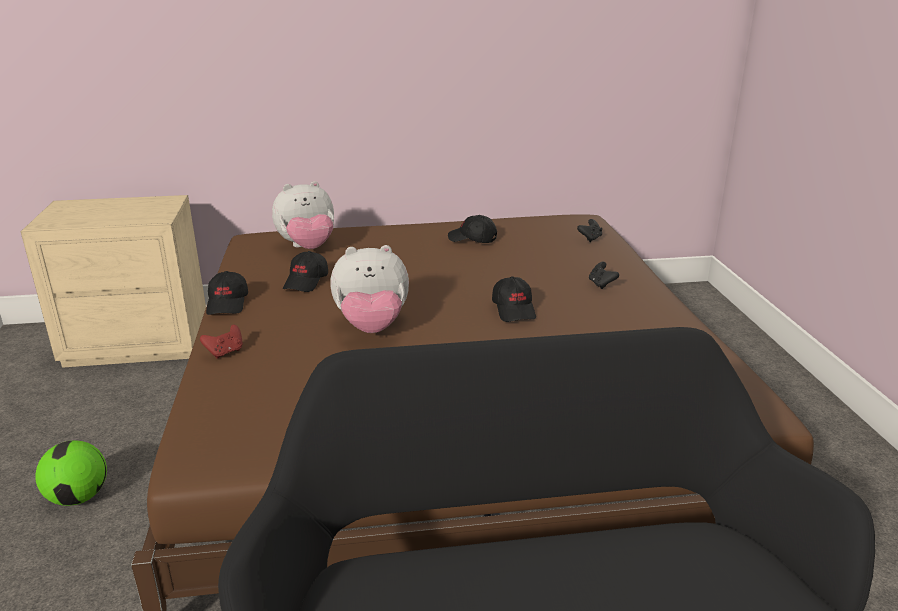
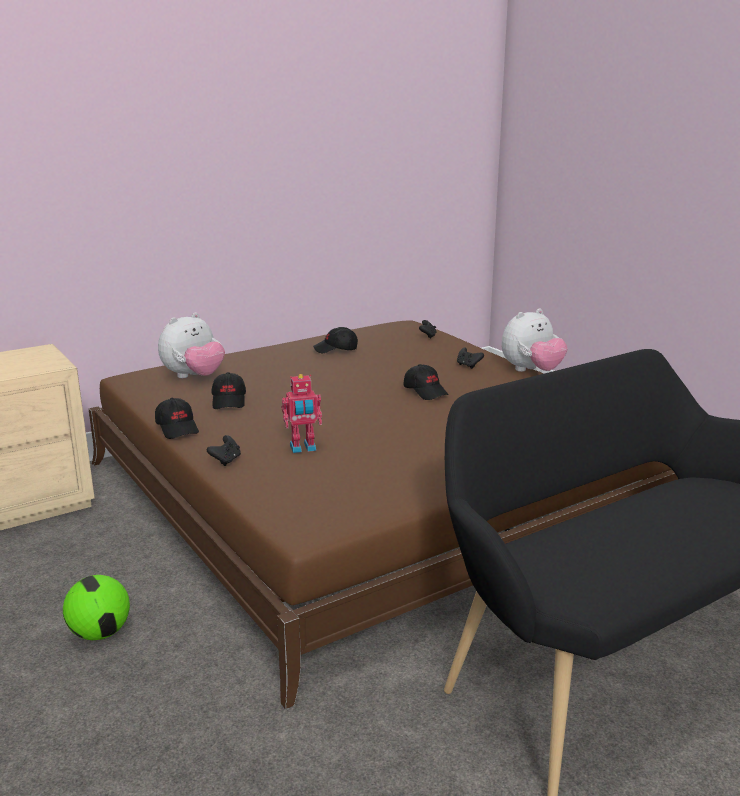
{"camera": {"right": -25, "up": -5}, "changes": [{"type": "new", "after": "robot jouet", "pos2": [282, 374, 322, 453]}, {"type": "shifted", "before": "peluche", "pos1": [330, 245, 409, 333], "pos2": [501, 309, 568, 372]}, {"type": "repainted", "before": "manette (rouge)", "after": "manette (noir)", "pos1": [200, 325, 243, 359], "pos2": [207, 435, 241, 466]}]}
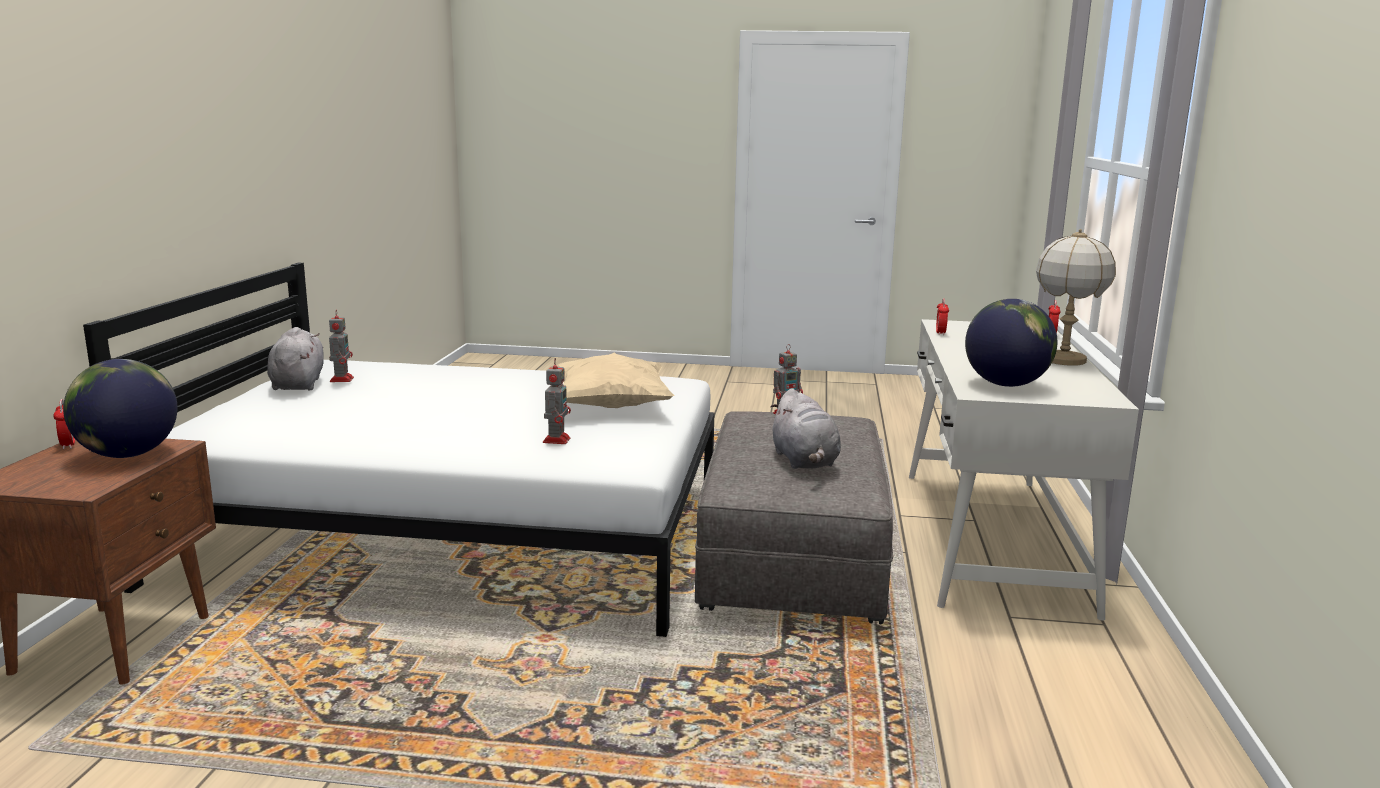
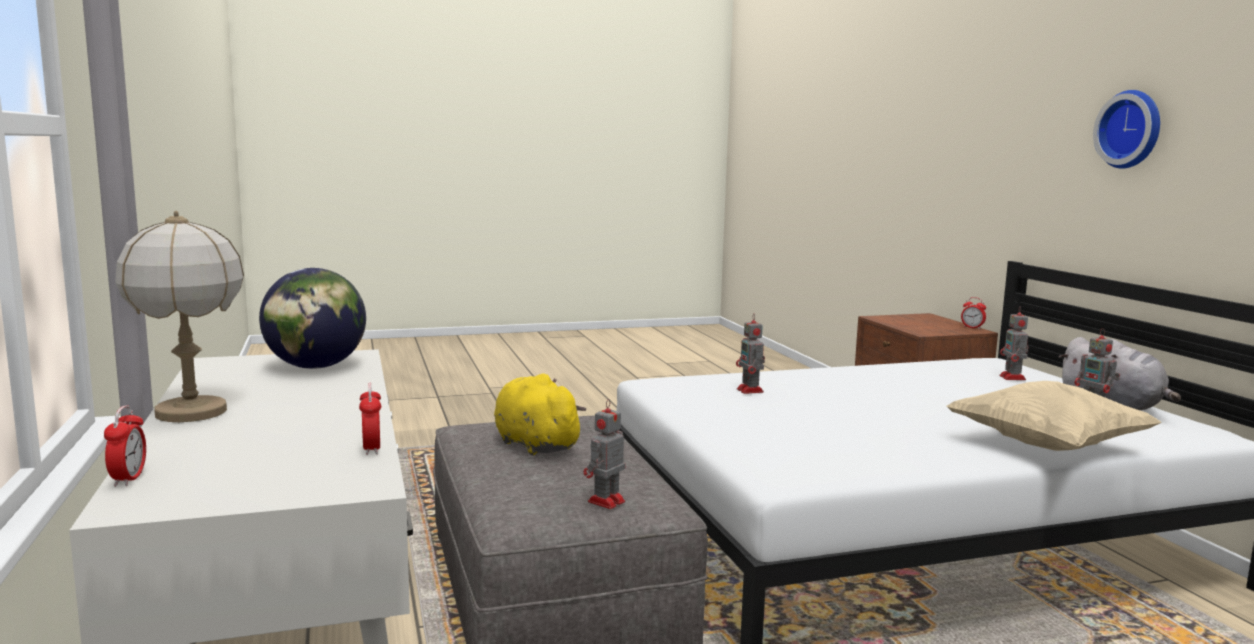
{"camera": {"right": 155, "up": -5}, "changes": [{"type": "gone", "before": "globe", "pos1": [63, 359, 177, 458]}, {"type": "new", "after": "robot jouet", "pos2": [999, 306, 1029, 380]}, {"type": "new", "after": "horloge murale", "pos2": [1093, 90, 1160, 169]}, {"type": "shifted", "before": "coussin (beige)", "pos1": [557, 352, 675, 408], "pos2": [946, 381, 1162, 451]}, {"type": "repainted", "before": "peluche (gris)", "after": "peluche (jaune)", "pos1": [770, 388, 841, 469], "pos2": [494, 373, 586, 456]}]}
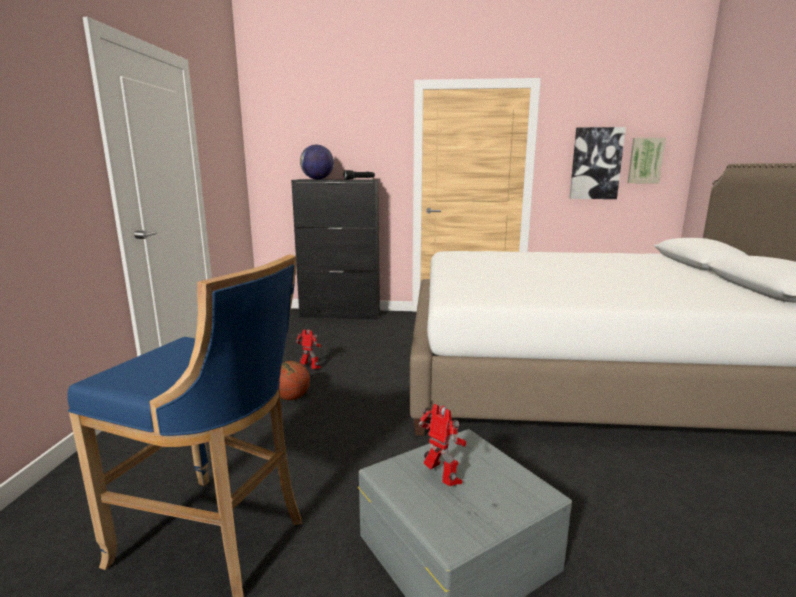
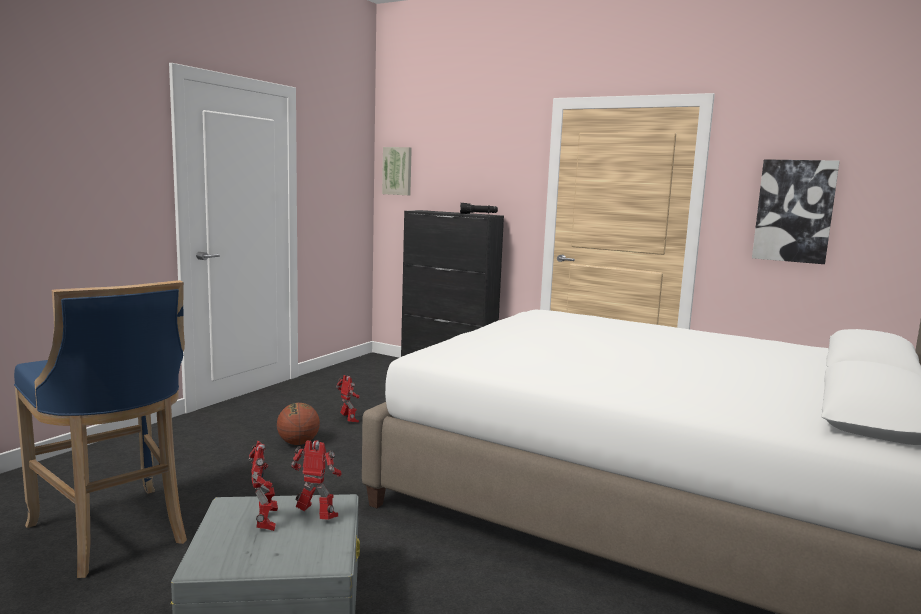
{"camera": {"right": 25, "up": -5}, "changes": [{"type": "gone", "before": "globe", "pos1": [300, 145, 334, 179]}, {"type": "new", "after": "robot jouet", "pos2": [291, 440, 342, 520]}, {"type": "shifted", "before": "tableau", "pos1": [627, 138, 666, 183], "pos2": [382, 147, 412, 195]}]}
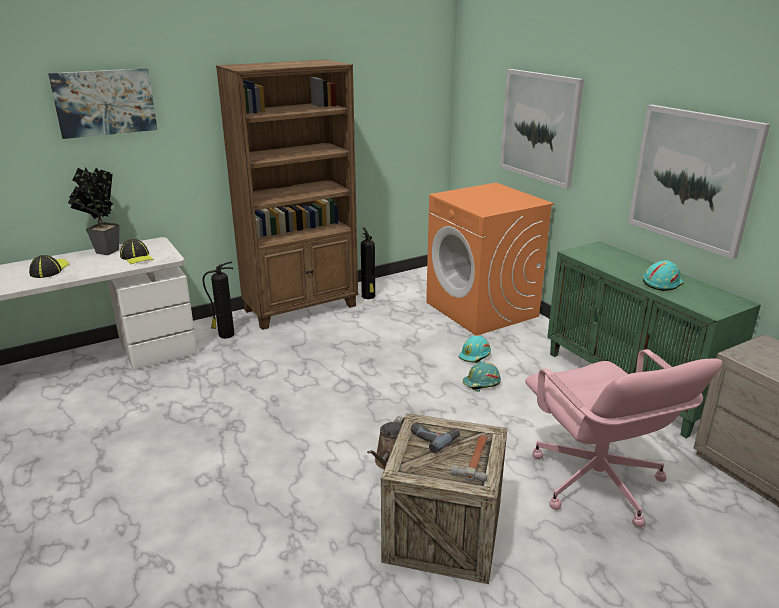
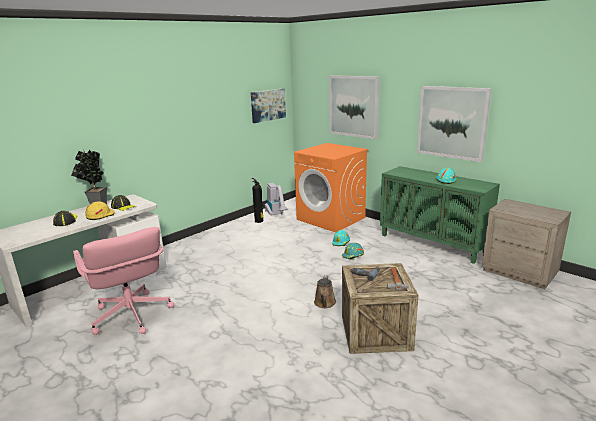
{"camera": {"right": -15, "up": -5}, "changes": [{"type": "gone", "before": "extincteur", "pos1": [203, 262, 234, 339]}, {"type": "gone", "before": "bibliothèque (marron)", "pos1": [216, 60, 358, 330]}, {"type": "new", "after": "casque de chantier (jaune)", "pos2": [85, 201, 114, 220]}, {"type": "new", "after": "aspirateur", "pos2": [265, 183, 288, 216]}, {"type": "shifted", "before": "tableau", "pos1": [48, 68, 158, 139], "pos2": [251, 88, 286, 123]}, {"type": "shifted", "before": "chaise de bureau (rose)", "pos1": [525, 349, 722, 527], "pos2": [73, 227, 174, 335]}]}
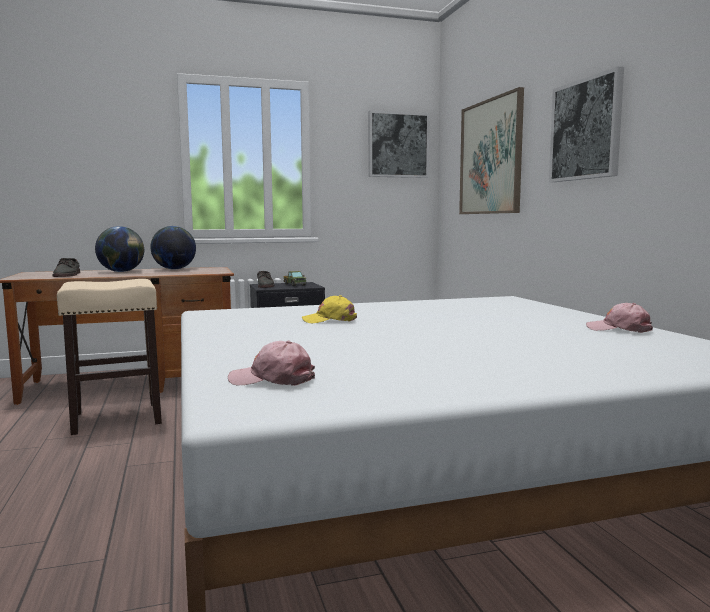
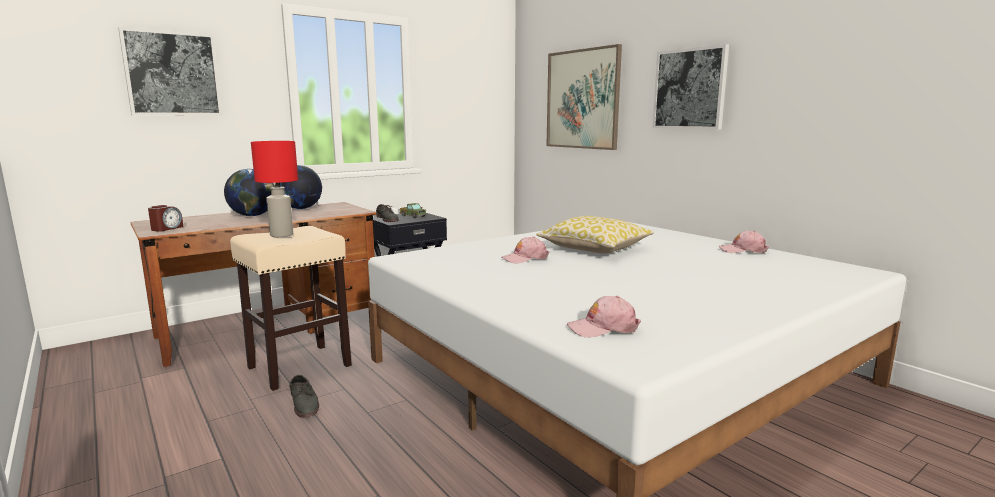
{"camera": {"right": -20, "up": 5}, "changes": [{"type": "new", "after": "réveil", "pos2": [148, 205, 183, 232]}, {"type": "new", "after": "lampe de table (rouge)", "pos2": [251, 141, 298, 237]}, {"type": "new", "after": "coussin", "pos2": [536, 216, 654, 254]}, {"type": "shifted", "before": "chaussure (gris)", "pos1": [53, 258, 80, 277], "pos2": [289, 375, 319, 418]}, {"type": "shifted", "before": "tableau", "pos1": [368, 110, 430, 178], "pos2": [118, 27, 222, 115]}, {"type": "repainted", "before": "casquette (jaune)", "after": "casquette (rose)", "pos1": [302, 295, 357, 323], "pos2": [502, 236, 549, 264]}]}
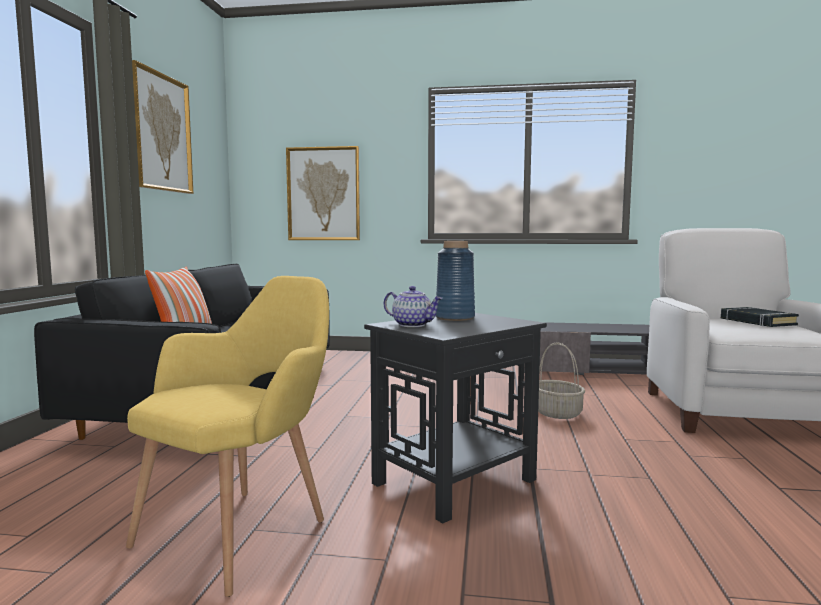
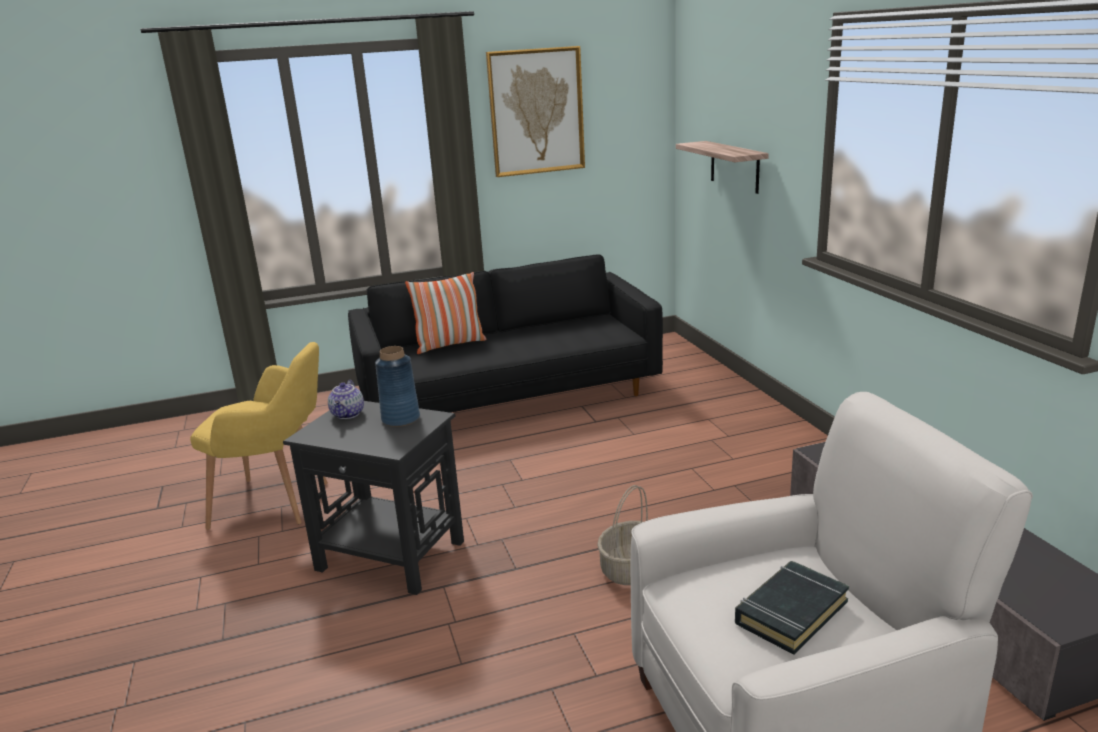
{"camera": {"right": 65, "up": 15}, "changes": [{"type": "swapped", "before": "tableau", "after": "étagère", "pos1": [286, 146, 360, 240], "pos2": [676, 141, 769, 194]}]}
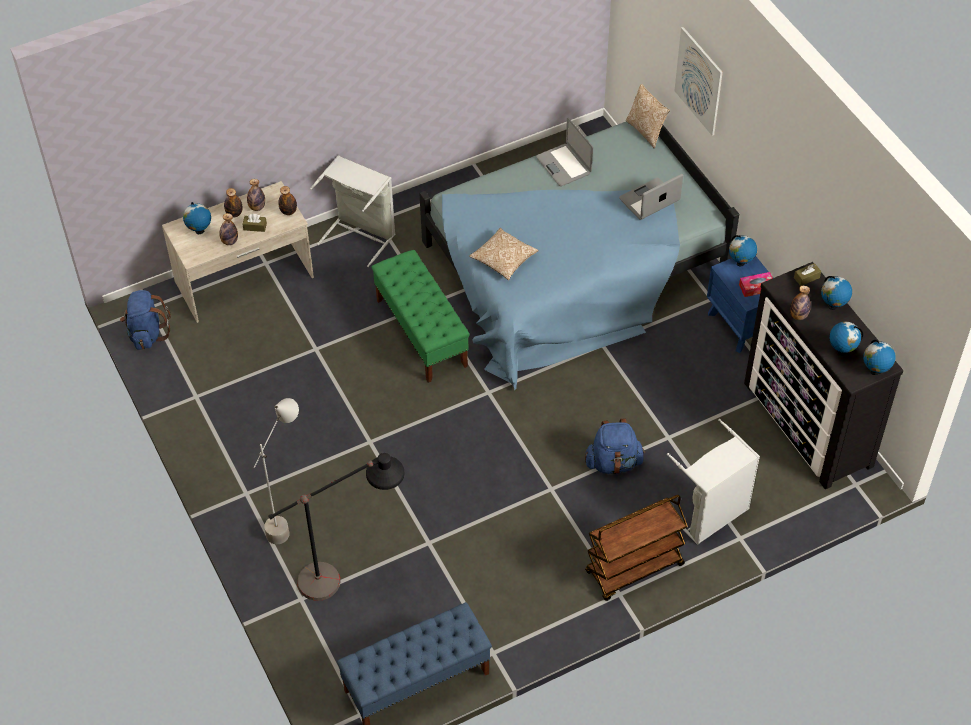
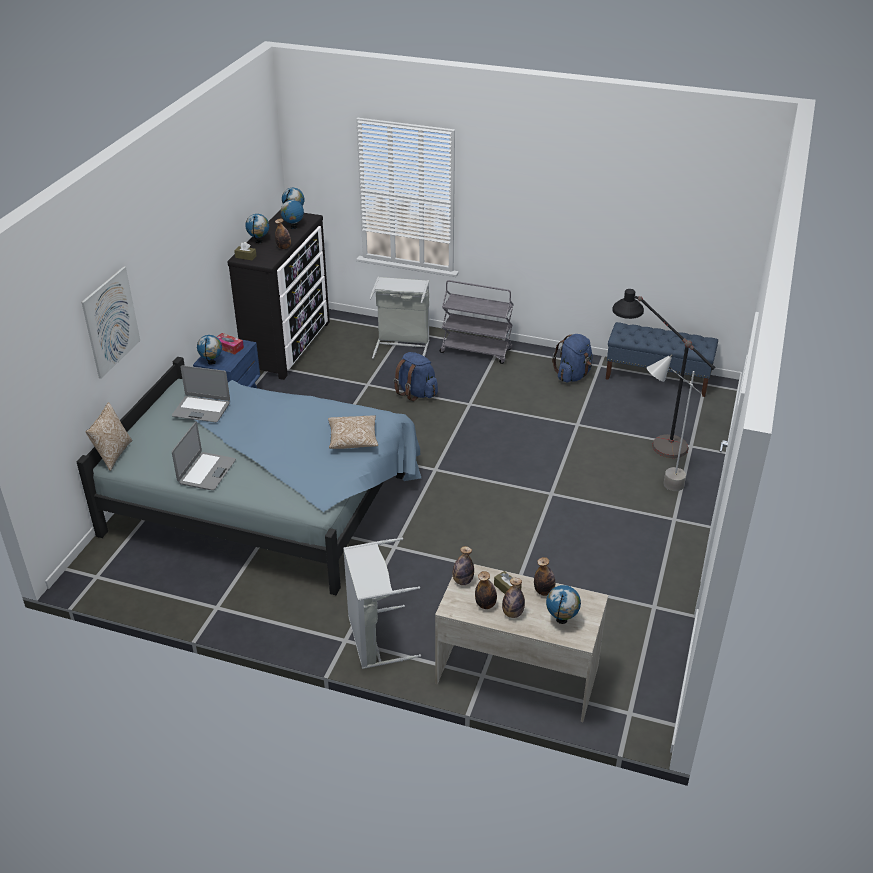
{"camera": {"right": -135, "up": -15}, "changes": [{"type": "gone", "before": "banc (vert)", "pos1": [371, 250, 470, 383]}, {"type": "shifted", "before": "sac à dos (bleu)", "pos1": [120, 290, 171, 350], "pos2": [552, 334, 593, 383]}, {"type": "repainted", "before": "chariot (marron)", "after": "chariot (gris)", "pos1": [585, 495, 688, 601], "pos2": [440, 280, 514, 364]}]}
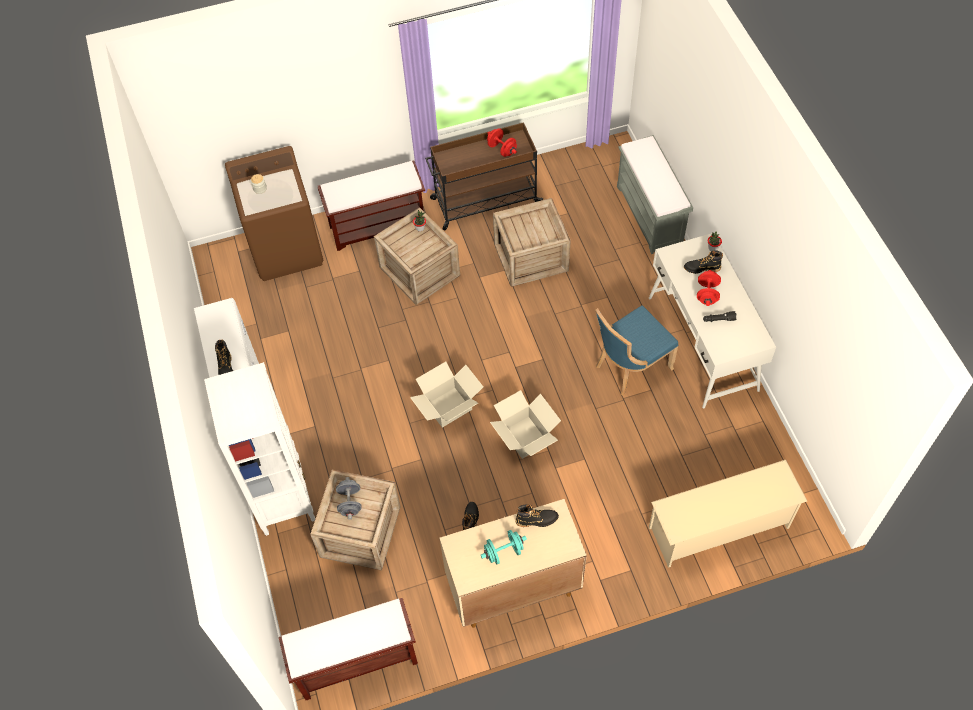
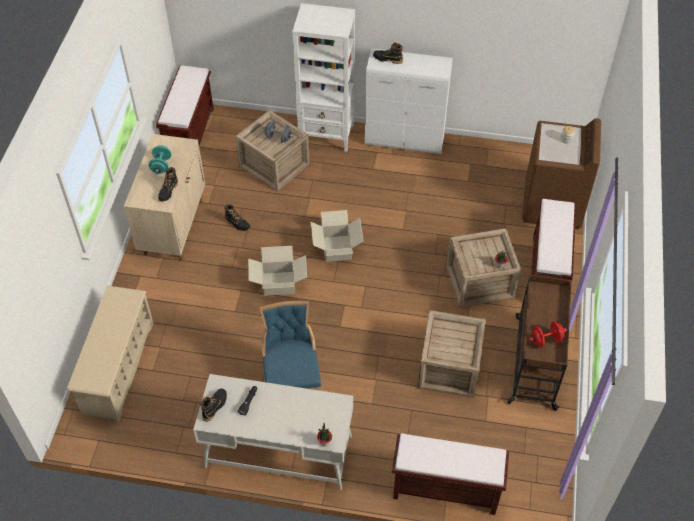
{"camera": {"right": 115, "up": -5}, "changes": [{"type": "gone", "before": "haltère (rouge)", "pos1": [697, 270, 721, 306]}, {"type": "shifted", "before": "botte (noir)", "pos1": [684, 250, 723, 274], "pos2": [200, 388, 227, 422]}, {"type": "repainted", "before": "banc (gris)", "after": "banc (marron)", "pos1": [617, 135, 693, 254], "pos2": [391, 433, 509, 515]}]}
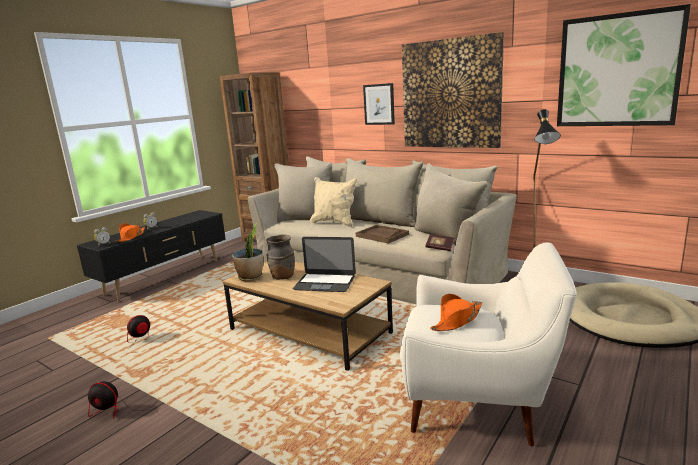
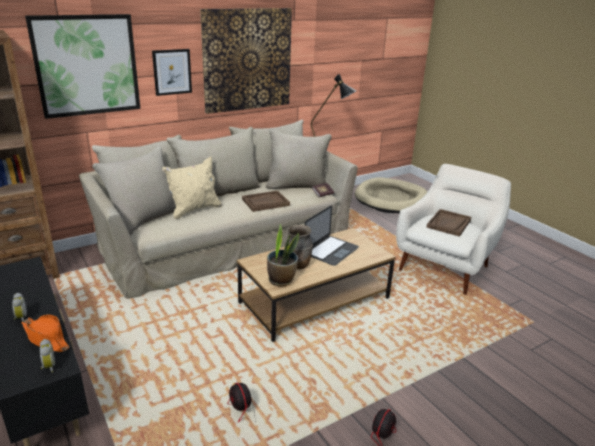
{"camera": {"right": -70, "up": 10}, "changes": [{"type": "shifted", "before": "tableau", "pos1": [557, 4, 691, 126], "pos2": [25, 14, 140, 119]}, {"type": "swapped", "before": "chapeau (orange)", "after": "plateau (marron)", "pos1": [430, 294, 482, 331], "pos2": [426, 209, 471, 237]}]}
